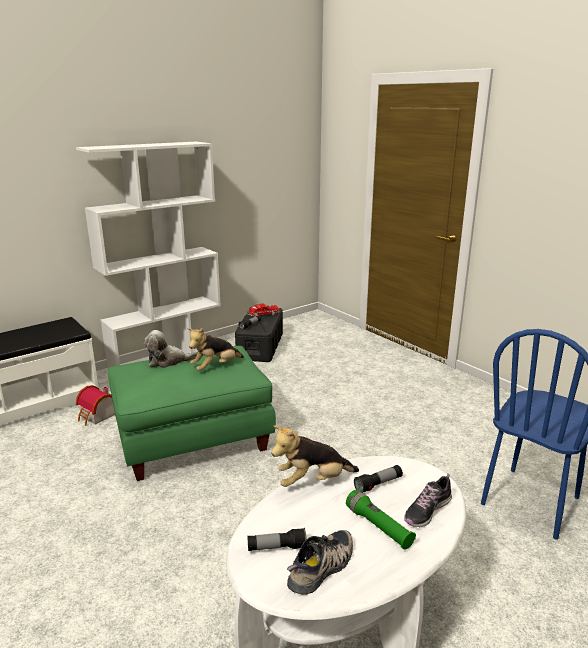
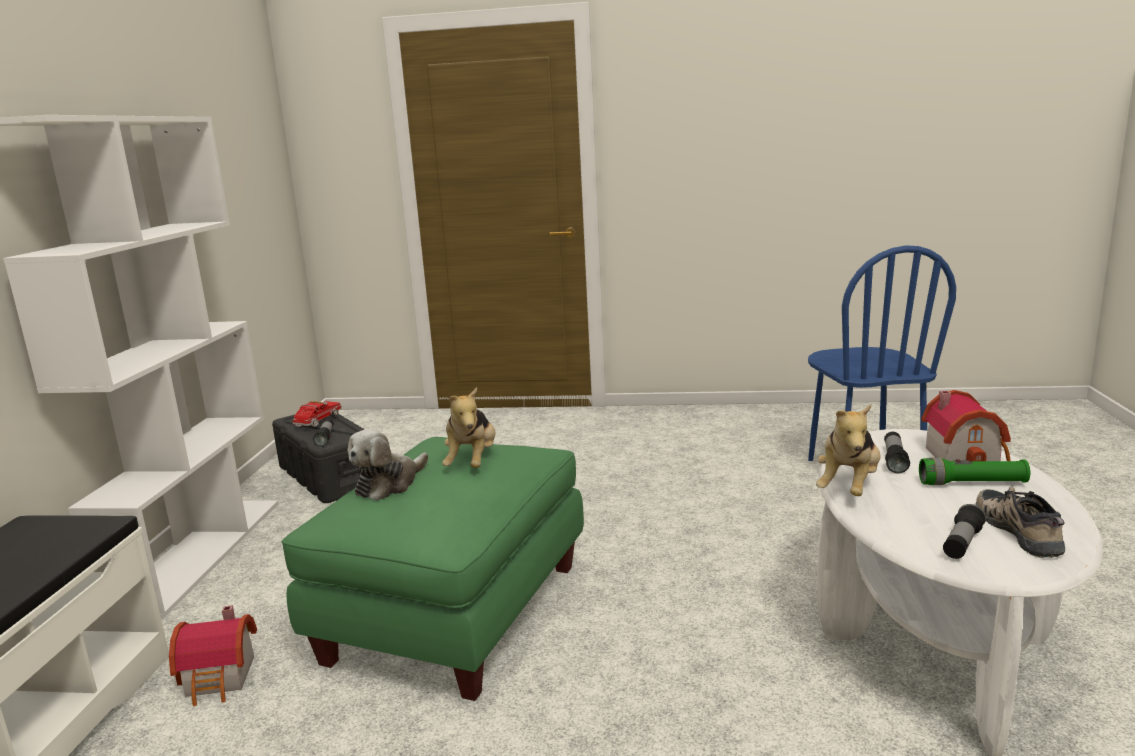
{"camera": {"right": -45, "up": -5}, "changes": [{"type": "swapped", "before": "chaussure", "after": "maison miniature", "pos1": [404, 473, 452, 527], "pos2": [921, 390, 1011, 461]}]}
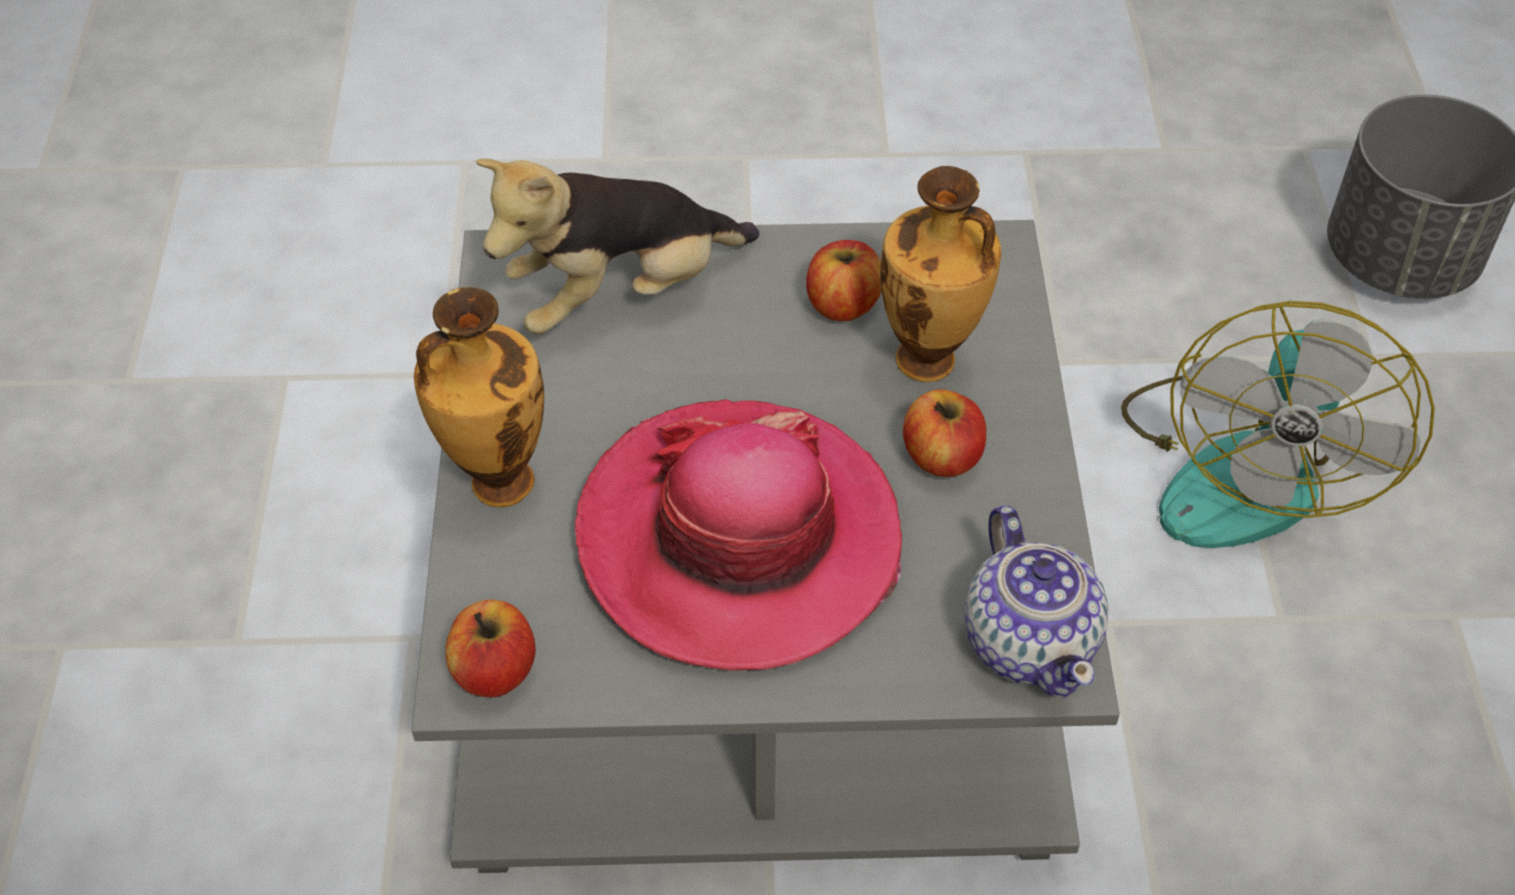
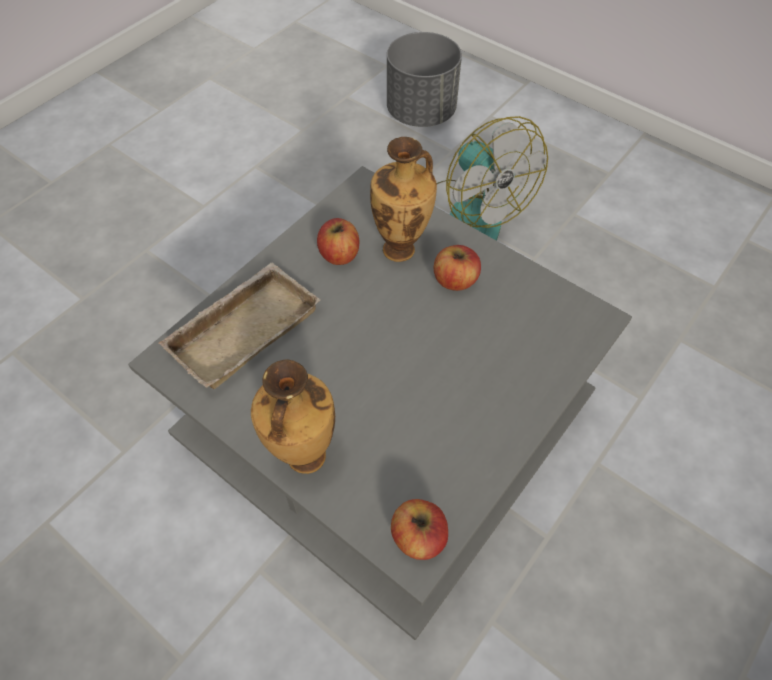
{"camera": {"right": -50, "up": 5}, "changes": [{"type": "gone", "before": "chapeau", "pos1": [575, 399, 902, 671]}, {"type": "gone", "before": "théière", "pos1": [964, 505, 1109, 698]}, {"type": "swapped", "before": "peluche", "after": "plateau (beige)", "pos1": [476, 158, 760, 334], "pos2": [158, 262, 321, 389]}]}
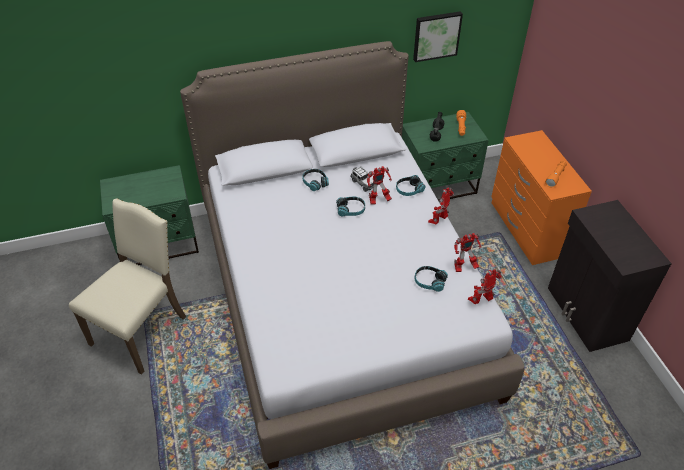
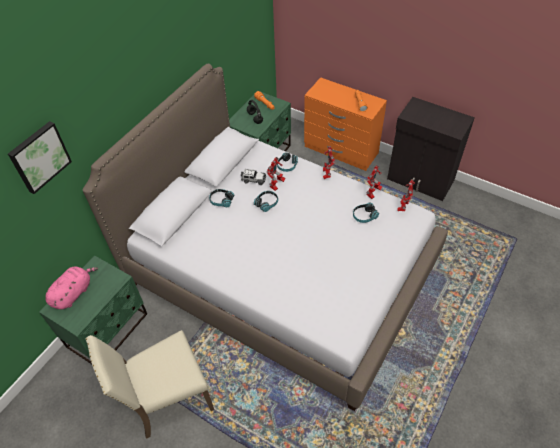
{"camera": {"right": -40, "up": 5}, "changes": [{"type": "new", "after": "peluche (rose)", "pos2": [46, 267, 98, 309]}, {"type": "shifted", "before": "tableau", "pos1": [413, 11, 463, 62], "pos2": [8, 121, 72, 194]}, {"type": "rotated", "before": "chaise (beige)", "pos1": [69, 198, 186, 375], "pos2": [86, 330, 214, 439], "turn": -105}]}
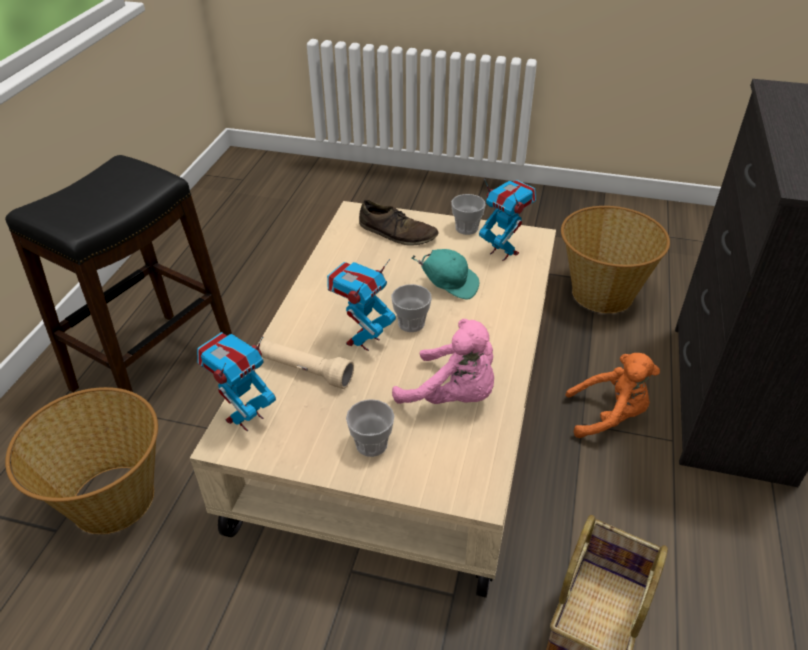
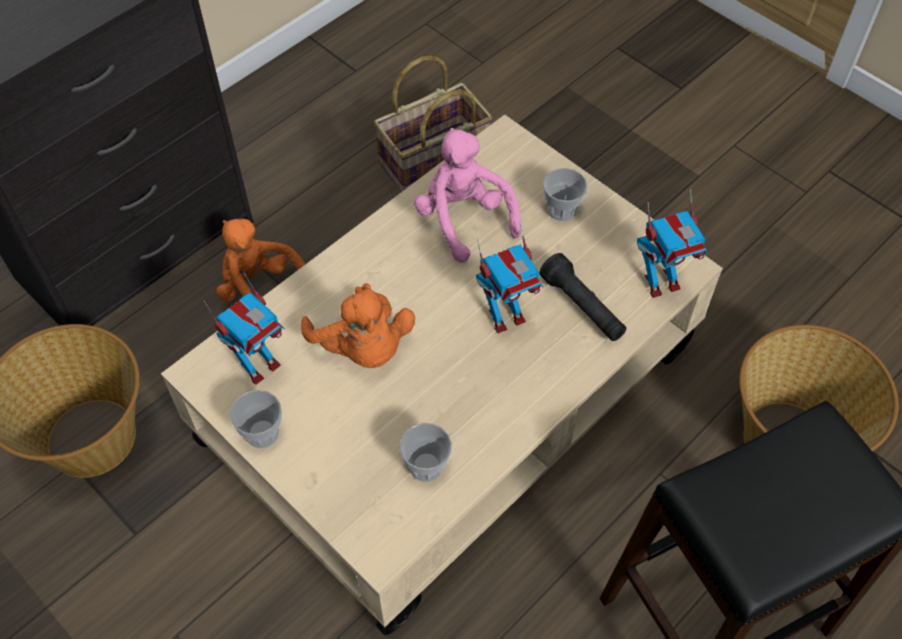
{"camera": {"right": -150, "up": 15}, "changes": [{"type": "gone", "before": "chaussure (marron)", "pos1": [359, 200, 438, 246]}, {"type": "shifted", "before": "tasse", "pos1": [391, 284, 432, 332], "pos2": [399, 423, 452, 482]}, {"type": "swapped", "before": "casquette (turquoise)", "after": "peluche (orange)", "pos1": [411, 249, 479, 300], "pos2": [301, 283, 415, 368]}, {"type": "repainted", "before": "lampe de poche (beige)", "after": "lampe de poche (noir)", "pos1": [259, 340, 354, 389], "pos2": [540, 253, 626, 341]}, {"type": "rotated", "before": "robot jouet", "pos1": [479, 179, 536, 261], "pos2": [204, 271, 285, 385], "turn": -120}]}
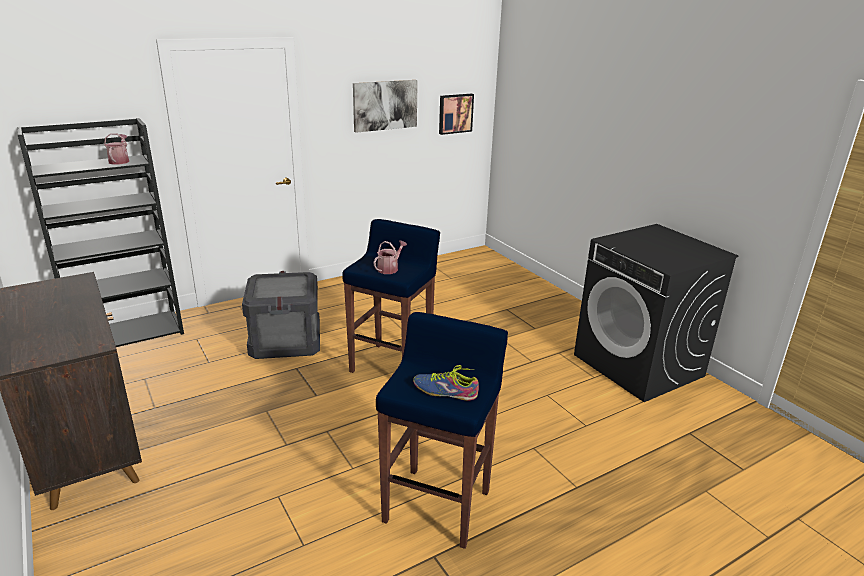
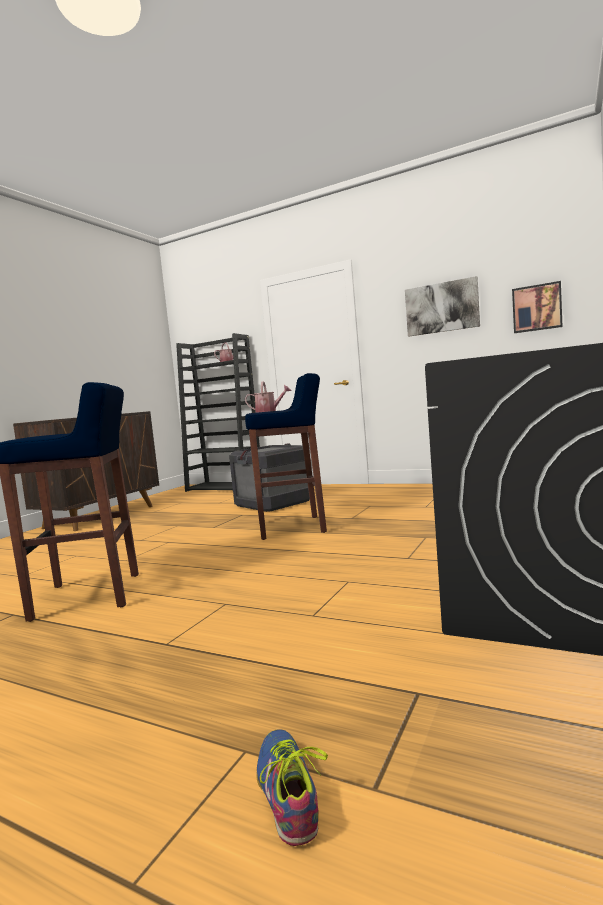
{"camera": {"right": 60, "up": -20}, "changes": [{"type": "shifted", "before": "chaussure", "pos1": [413, 365, 479, 401], "pos2": [256, 729, 328, 846]}]}
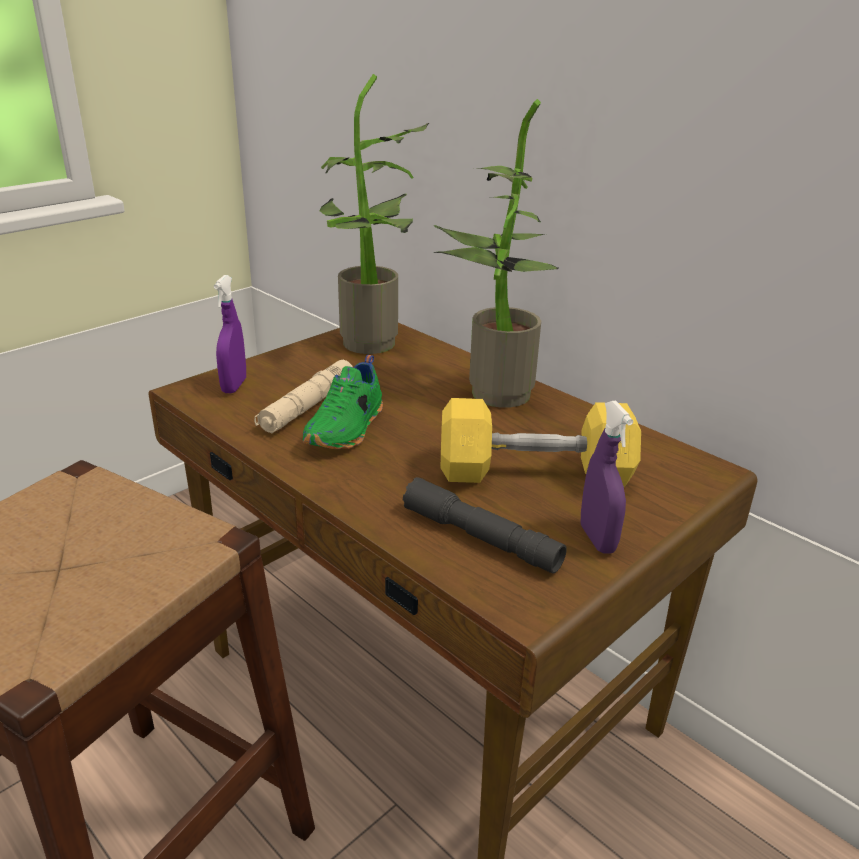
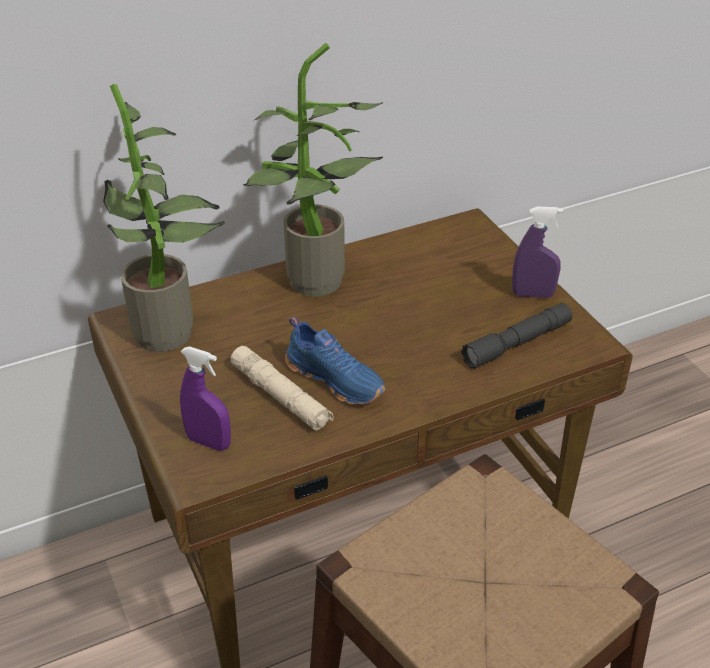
{"camera": {"right": -70, "up": 10}, "changes": [{"type": "gone", "before": "haltère (jaune)", "pos1": [441, 398, 641, 487]}, {"type": "repainted", "before": "chaussure (vert)", "after": "chaussure (bleu)", "pos1": [303, 355, 383, 449], "pos2": [285, 317, 385, 405]}]}
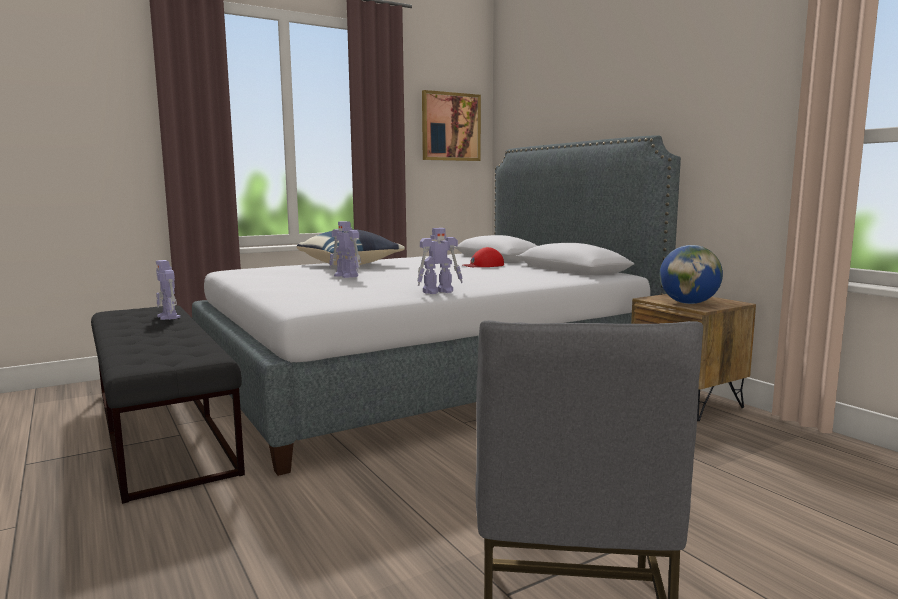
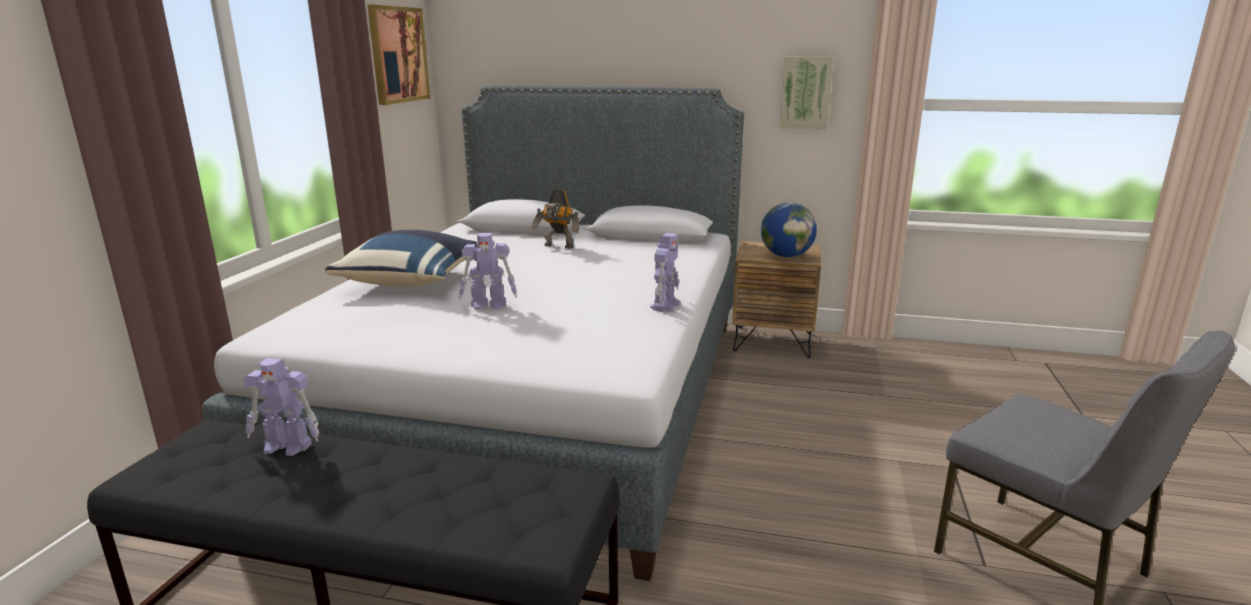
{"camera": {"right": -45, "up": 10}, "changes": [{"type": "new", "after": "tableau", "pos2": [780, 56, 834, 129]}, {"type": "swapped", "before": "casquette (rouge)", "after": "robot jouet", "pos1": [463, 247, 504, 267], "pos2": [532, 189, 580, 249]}]}
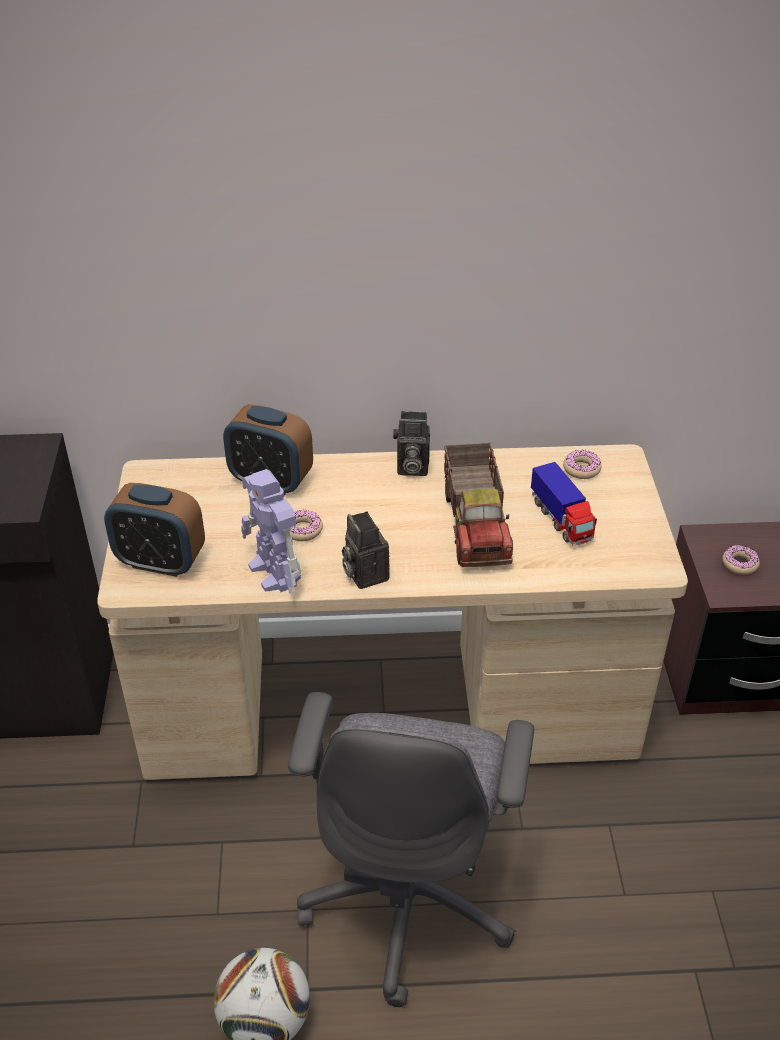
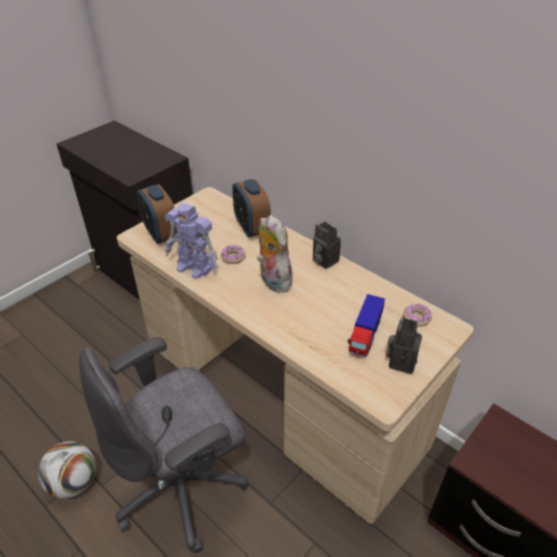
{"camera": {"right": 45, "up": 0}, "changes": [{"type": "gone", "before": "camion jouet", "pos1": [444, 443, 513, 567]}, {"type": "gone", "before": "beignet", "pos1": [722, 545, 760, 575]}, {"type": "new", "after": "peluche", "pos2": [257, 215, 293, 293]}, {"type": "shifted", "before": "appareil photo", "pos1": [342, 512, 390, 589], "pos2": [386, 316, 422, 374]}, {"type": "rotated", "before": "robot jouet", "pos1": [241, 469, 301, 594], "pos2": [165, 202, 218, 279], "turn": -75}]}
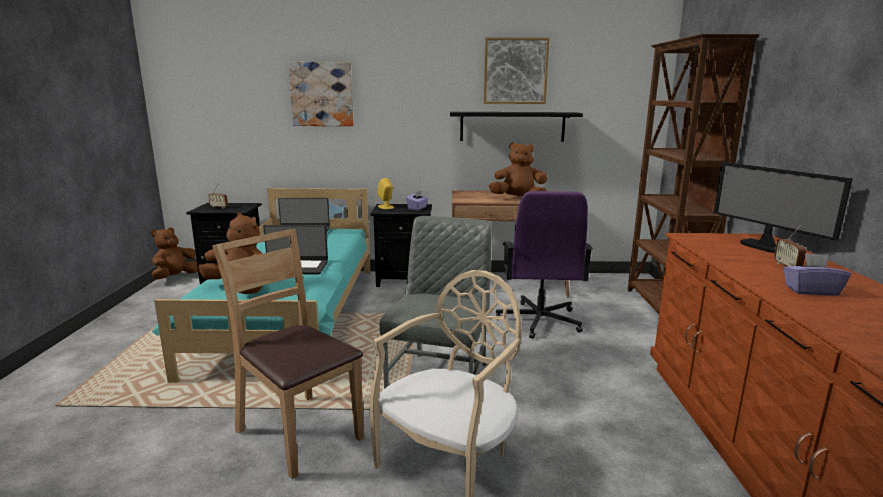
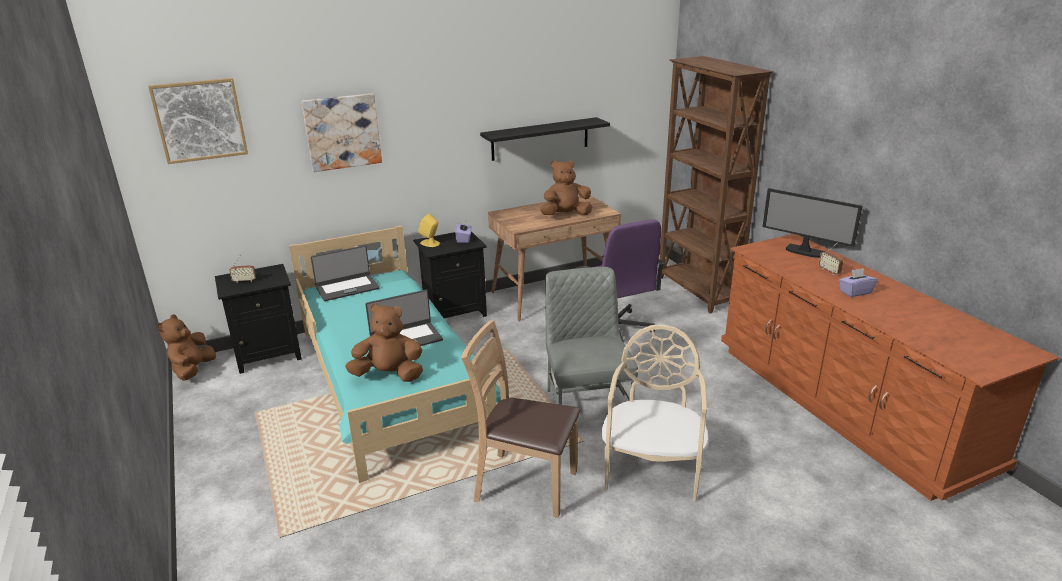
{"camera": {"right": -25, "up": 10}, "changes": [{"type": "shifted", "before": "tableau", "pos1": [484, 37, 550, 104], "pos2": [148, 78, 248, 164]}]}
